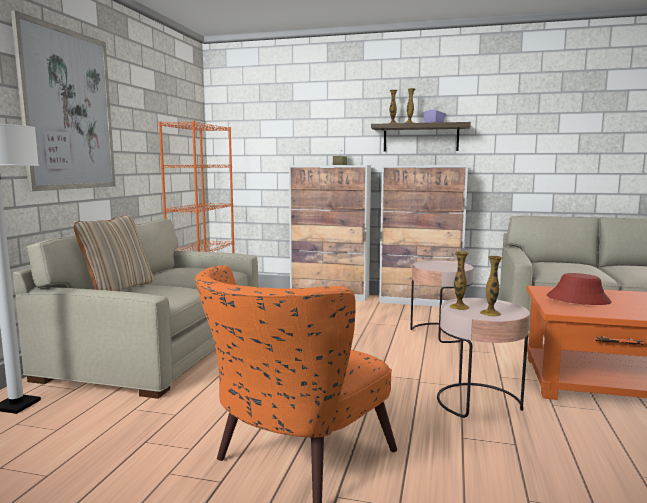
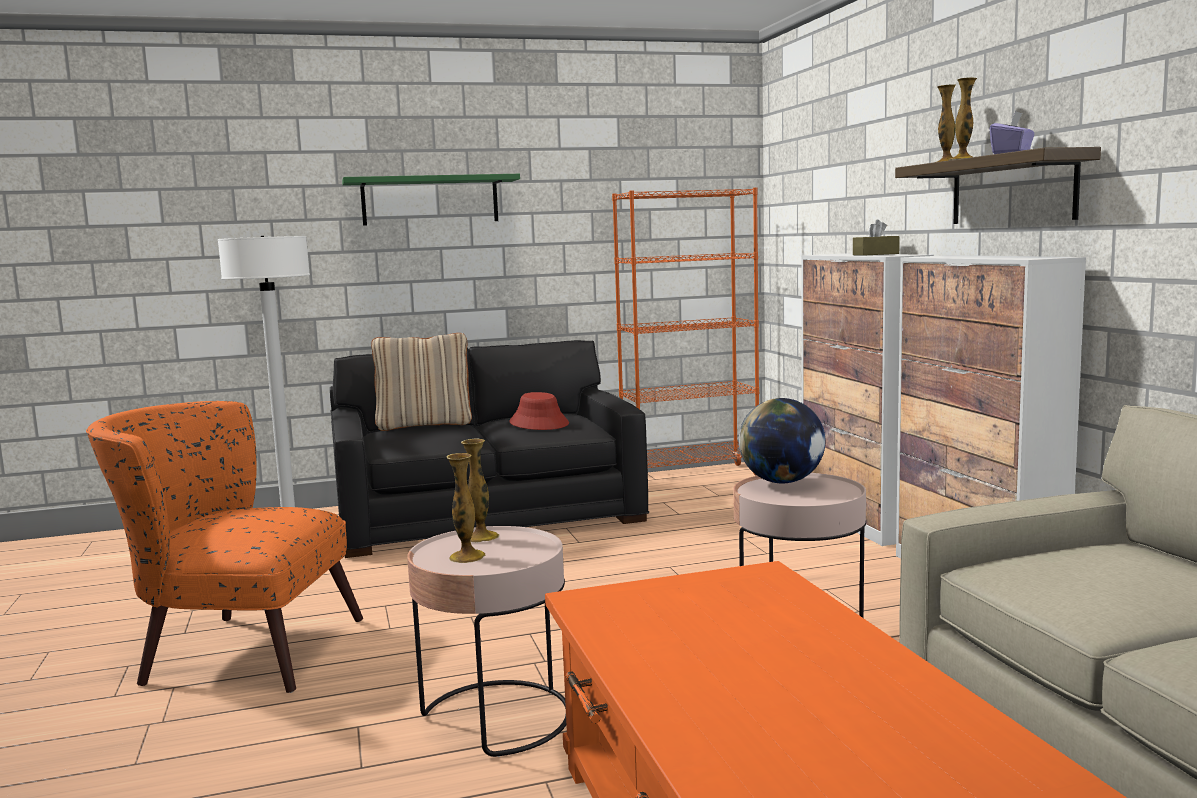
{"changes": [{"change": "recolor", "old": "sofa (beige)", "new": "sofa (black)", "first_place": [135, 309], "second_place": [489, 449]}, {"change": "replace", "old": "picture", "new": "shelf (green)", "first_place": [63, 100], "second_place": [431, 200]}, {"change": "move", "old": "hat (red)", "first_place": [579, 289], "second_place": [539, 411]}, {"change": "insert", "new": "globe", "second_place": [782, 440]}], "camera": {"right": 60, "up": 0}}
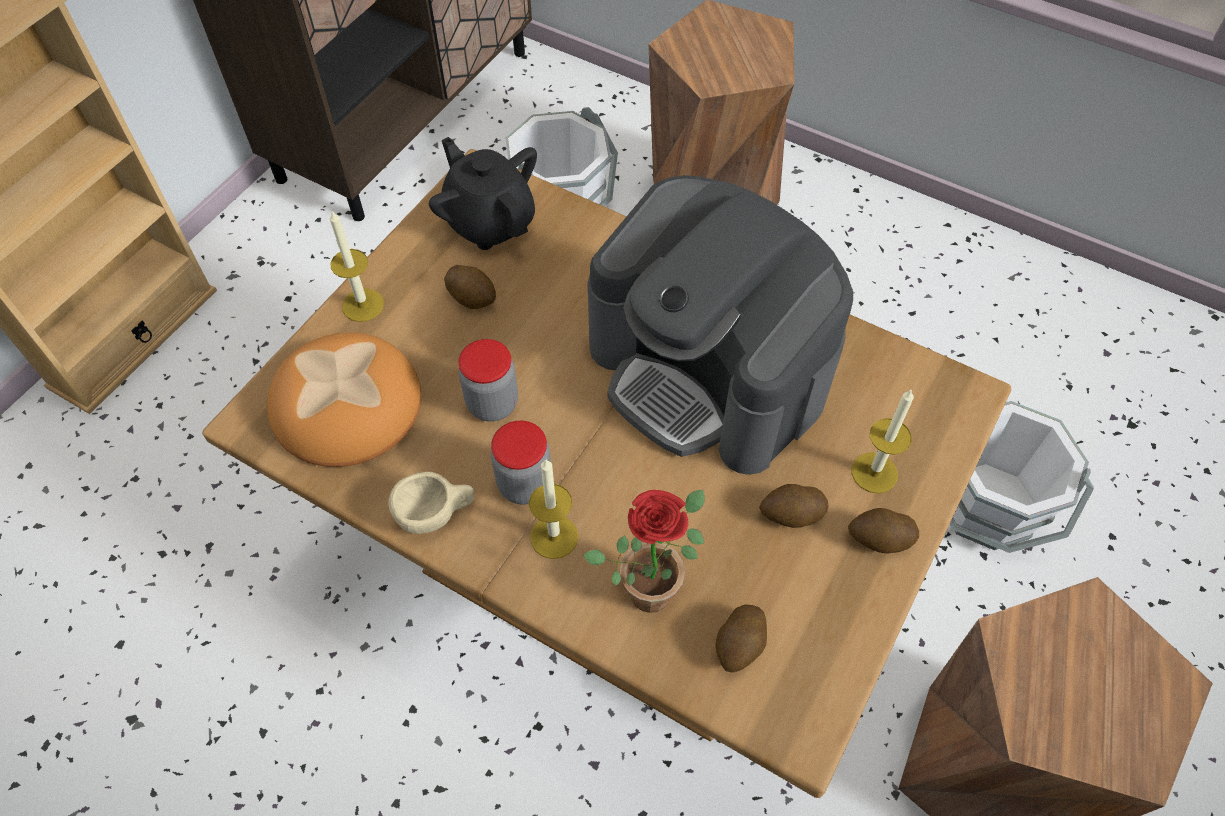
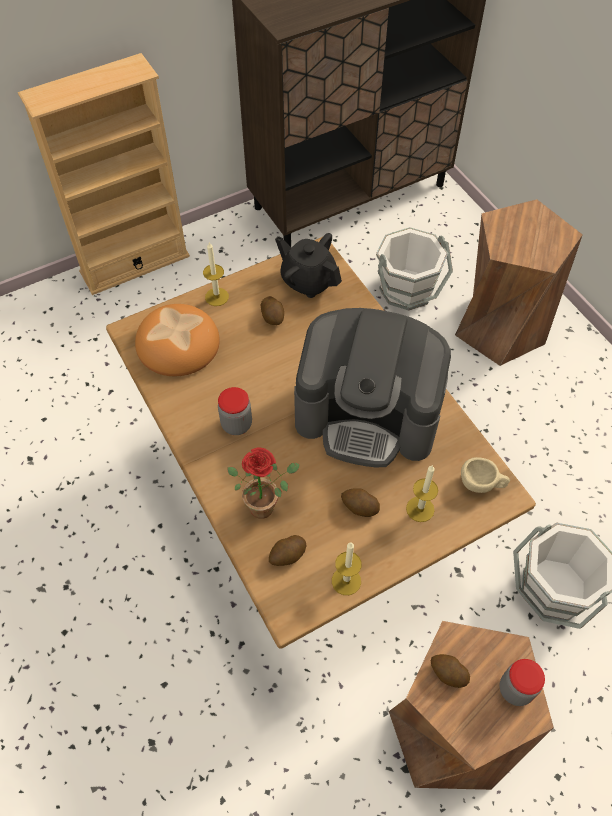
{"changes": [{"change": "rotate", "old": "teapot (black)", "first_place": [483, 193], "second_place": [308, 265], "degrees": -45}, {"change": "rotate", "old": "coffee machine", "first_place": [720, 325], "second_place": [372, 387], "degrees": -60}, {"change": "move", "old": "candle", "first_place": [553, 509], "second_place": [347, 569]}, {"change": "move", "old": "potato", "first_place": [883, 531], "second_place": [450, 671]}, {"change": "move", "old": "cup (beige)", "first_place": [431, 503], "second_place": [485, 475]}, {"change": "move", "old": "jar", "first_place": [488, 380], "second_place": [522, 682]}], "camera": {"right": 30, "up": 0}}
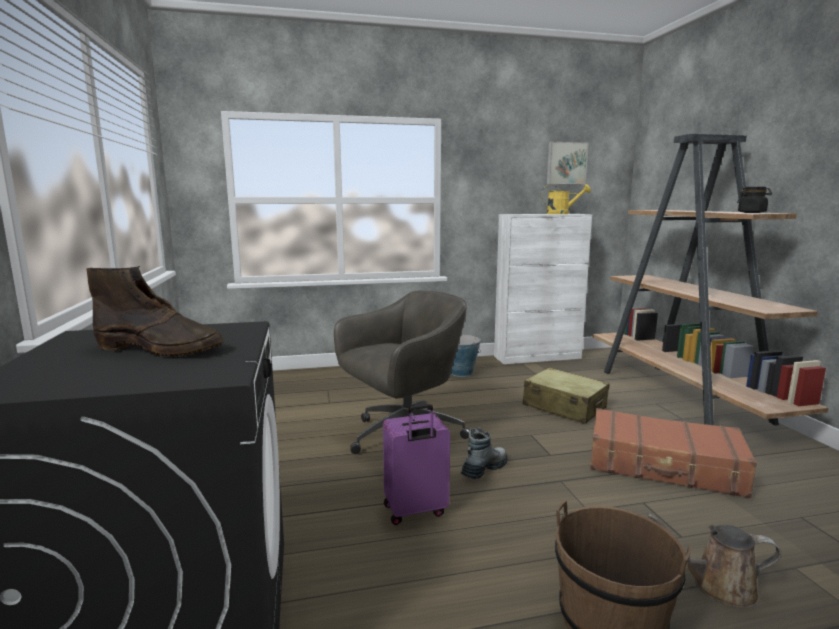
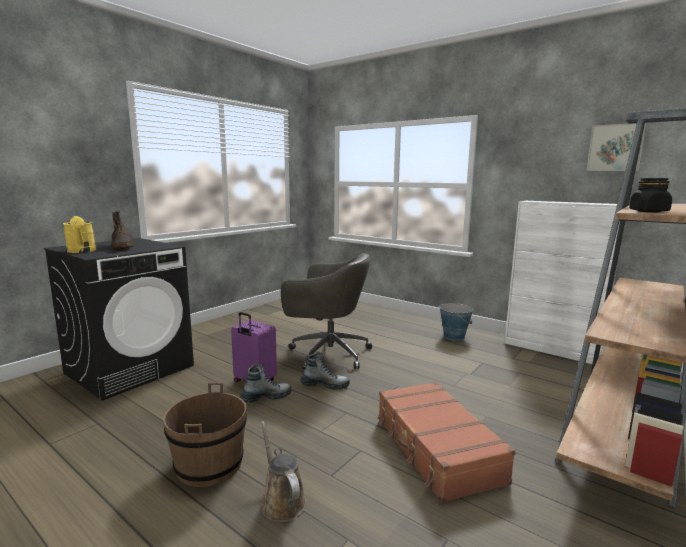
{"changes": [{"change": "move", "old": "watering can (yellow)", "first_place": [566, 199], "second_place": [79, 233]}, {"change": "insert", "new": "boot", "second_place": [266, 383]}, {"change": "delete", "old": "suitcase (beige)", "first_place": [566, 395]}], "camera": {"right": 50, "up": 0}}
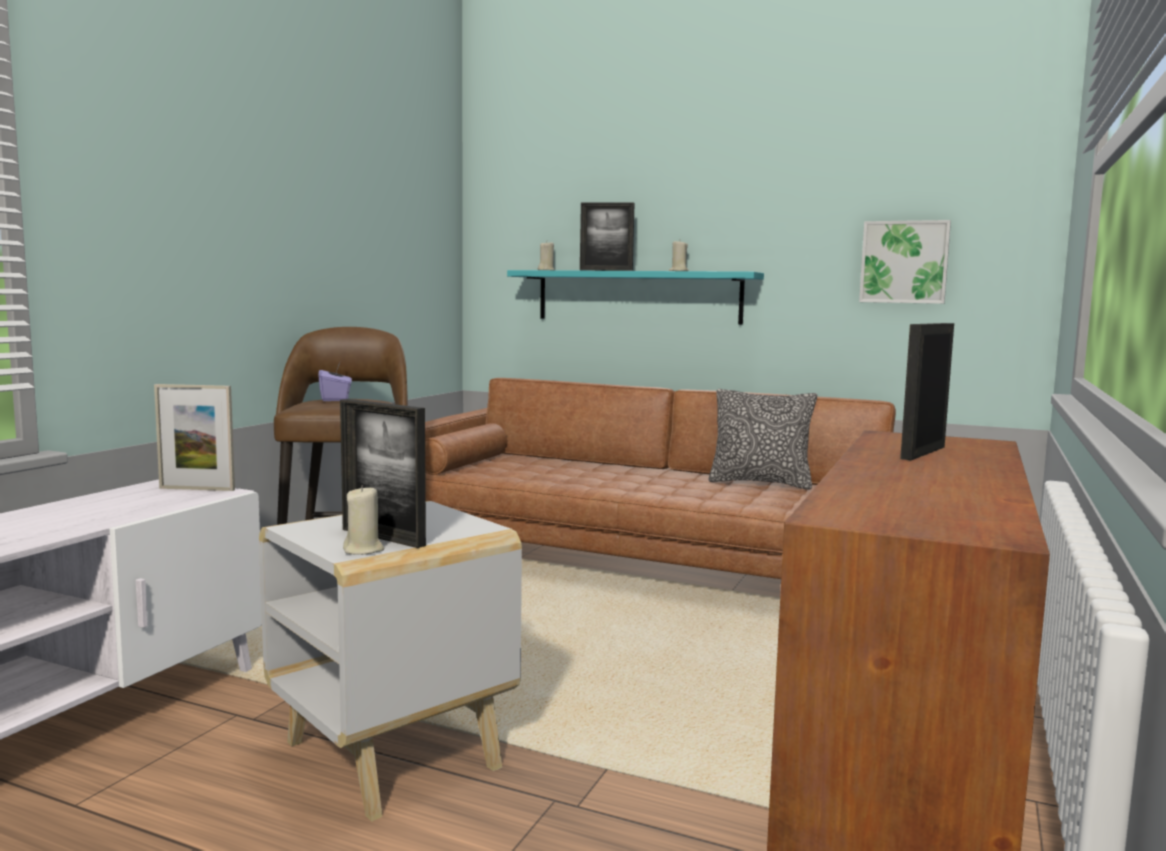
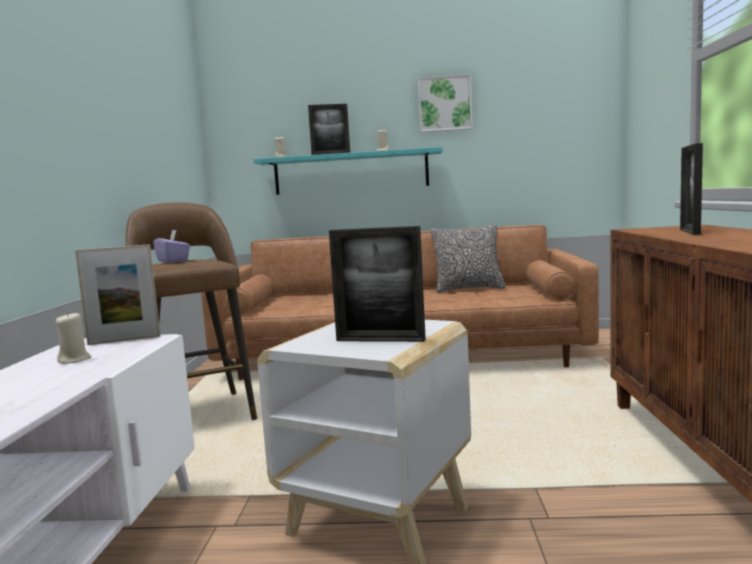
{"changes": [{"change": "move", "old": "candle (beige)", "first_place": [363, 520], "second_place": [73, 338]}, {"change": "move", "old": "picture", "first_place": [905, 262], "second_place": [445, 103]}], "camera": {"right": -20, "up": 0}}
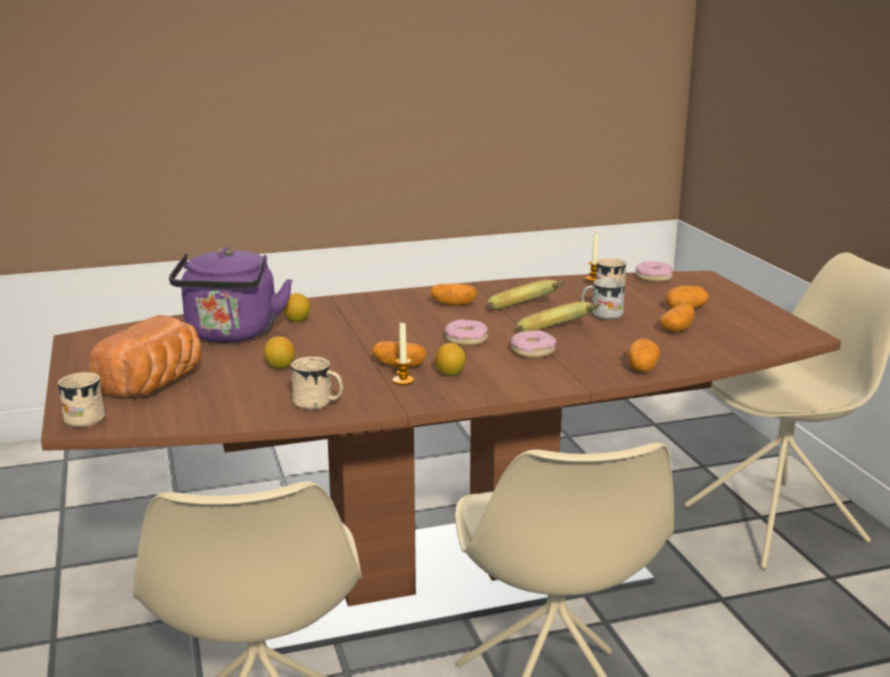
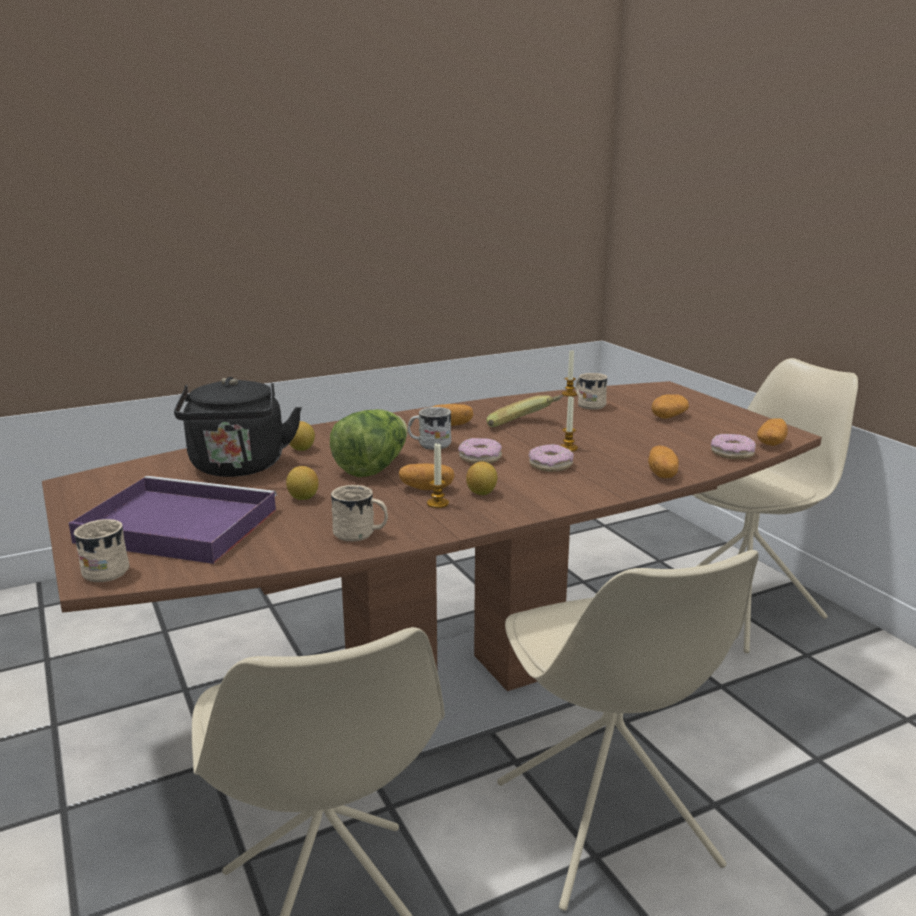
{"changes": [{"change": "replace", "old": "bread", "new": "tray (purple)", "first_place": [145, 356], "second_place": [173, 520]}, {"change": "recolor", "old": "kettle (purple)", "new": "kettle (black)", "first_place": [231, 295], "second_place": [238, 427]}, {"change": "insert", "new": "lettuce", "second_place": [369, 443]}, {"change": "move", "old": "mug (white)", "first_place": [603, 299], "second_place": [429, 428]}, {"change": "replace", "old": "banana", "new": "candle", "first_place": [559, 317], "second_place": [569, 423]}, {"change": "move", "old": "donut", "first_place": [654, 271], "second_place": [733, 446]}, {"change": "move", "old": "potato", "first_place": [677, 318], "second_place": [772, 432]}], "camera": {"right": -10, "up": 0}}
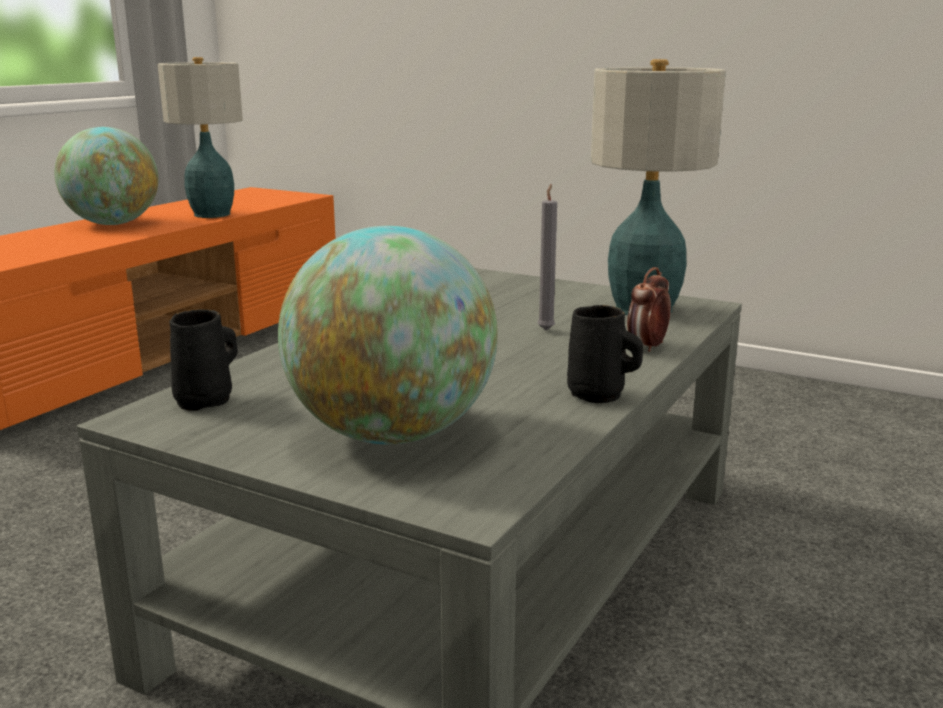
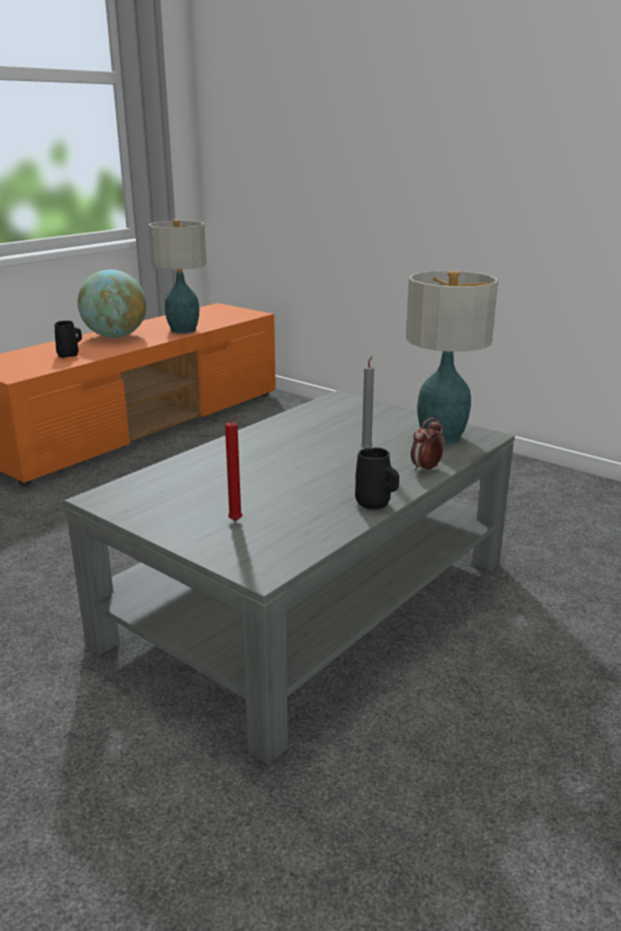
{"changes": [{"change": "move", "old": "mug (black)", "first_place": [203, 360], "second_place": [68, 339]}, {"change": "replace", "old": "globe", "new": "candle (red)", "first_place": [388, 335], "second_place": [234, 467]}], "camera": {"right": 10, "up": 5}}
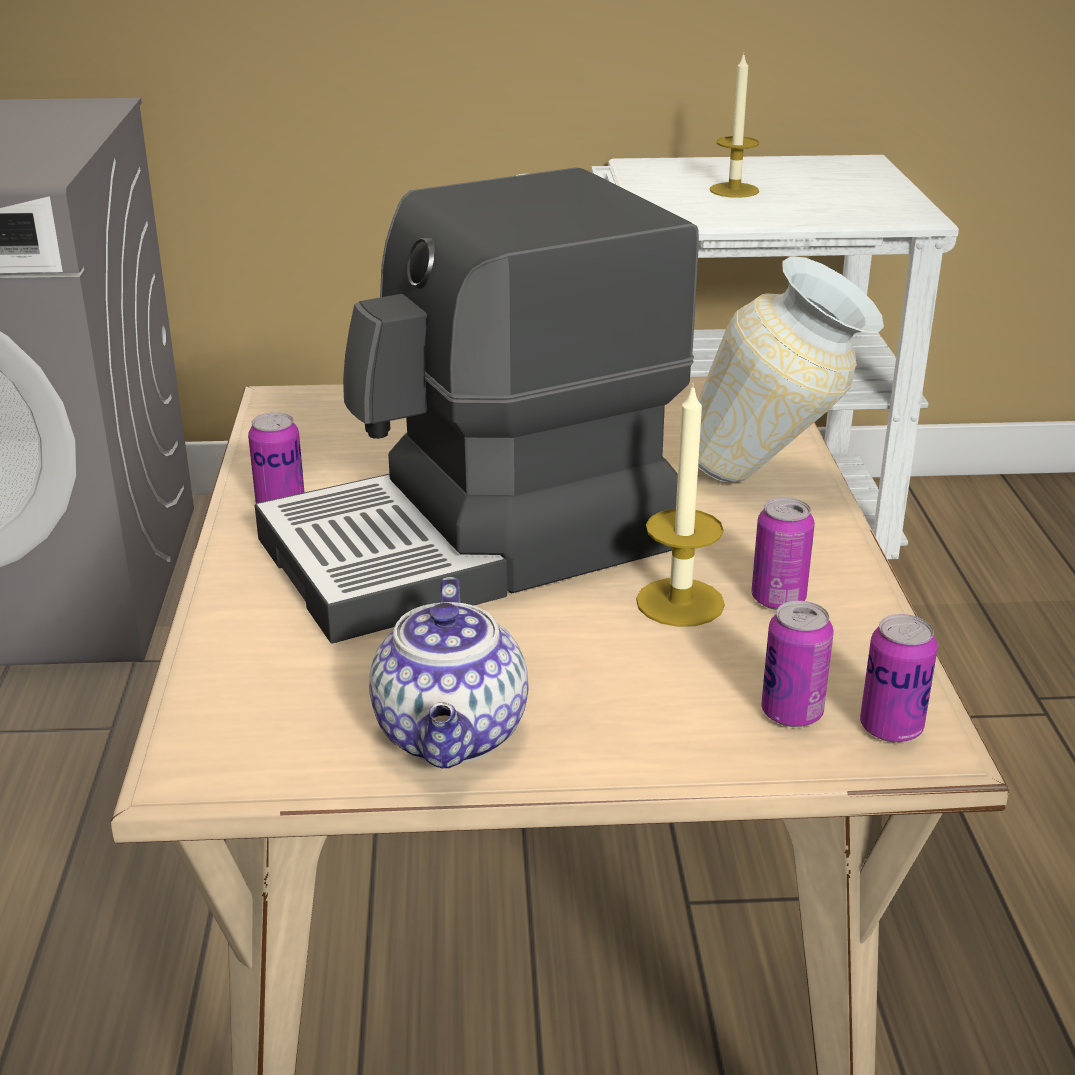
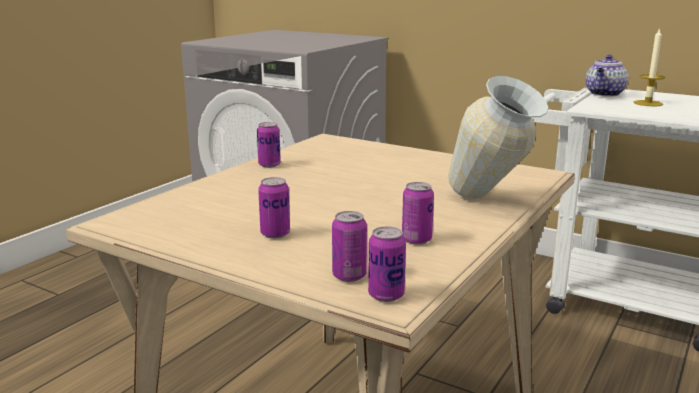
{"changes": [{"change": "insert", "new": "can", "second_place": [274, 208]}, {"change": "move", "old": "teapot", "first_place": [449, 672], "second_place": [606, 75]}, {"change": "delete", "old": "coffee machine", "first_place": [477, 405]}, {"change": "delete", "old": "candle", "first_place": [680, 505]}], "camera": {"right": 35, "up": -10}}
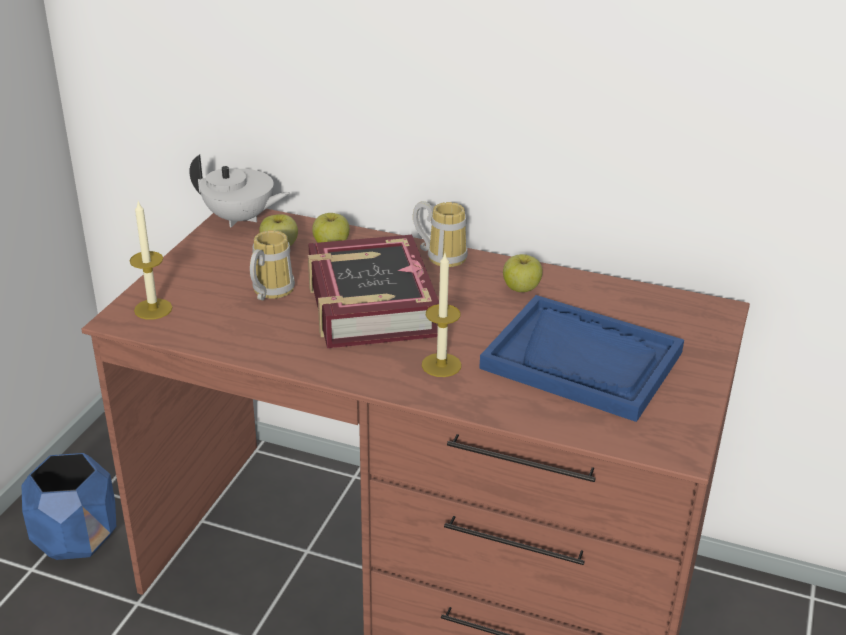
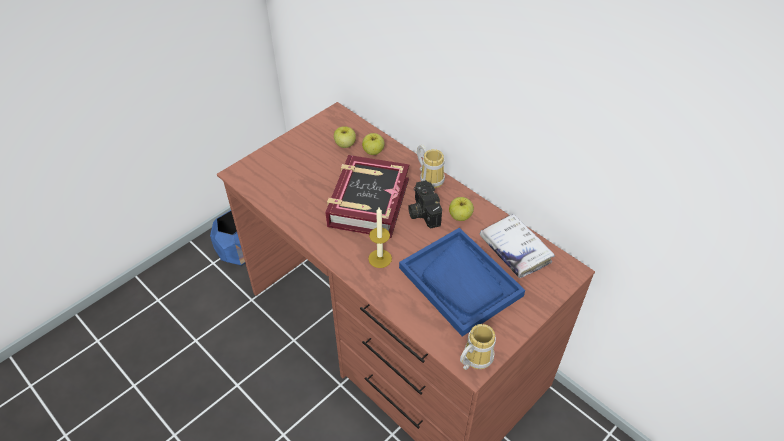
{"changes": [{"change": "insert", "new": "photo camera", "second_place": [425, 204]}, {"change": "move", "old": "mug", "first_place": [272, 265], "second_place": [478, 347]}, {"change": "insert", "new": "book (white)", "second_place": [517, 246]}, {"change": "delete", "old": "candle", "first_place": [151, 260]}, {"change": "delete", "old": "teapot (white)", "first_place": [239, 190]}], "camera": {"right": 25, "up": 15}}
